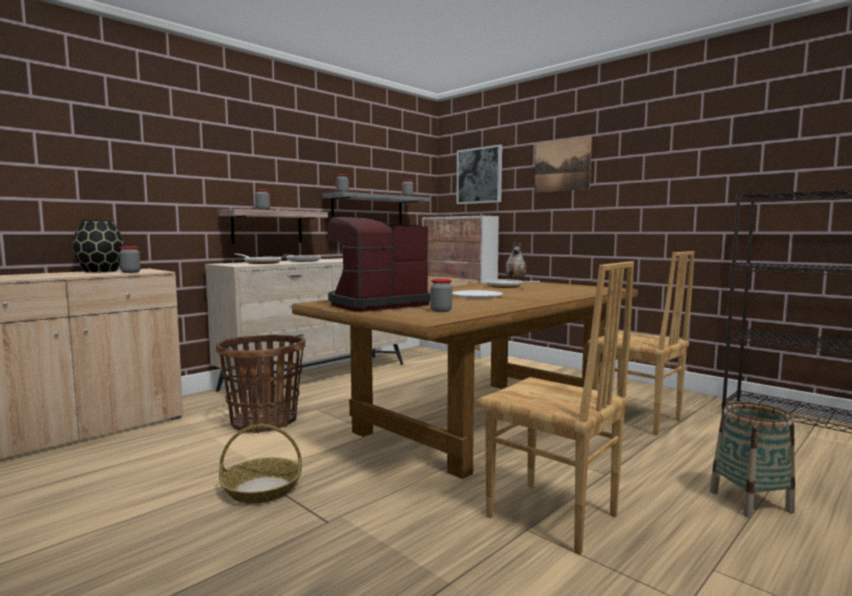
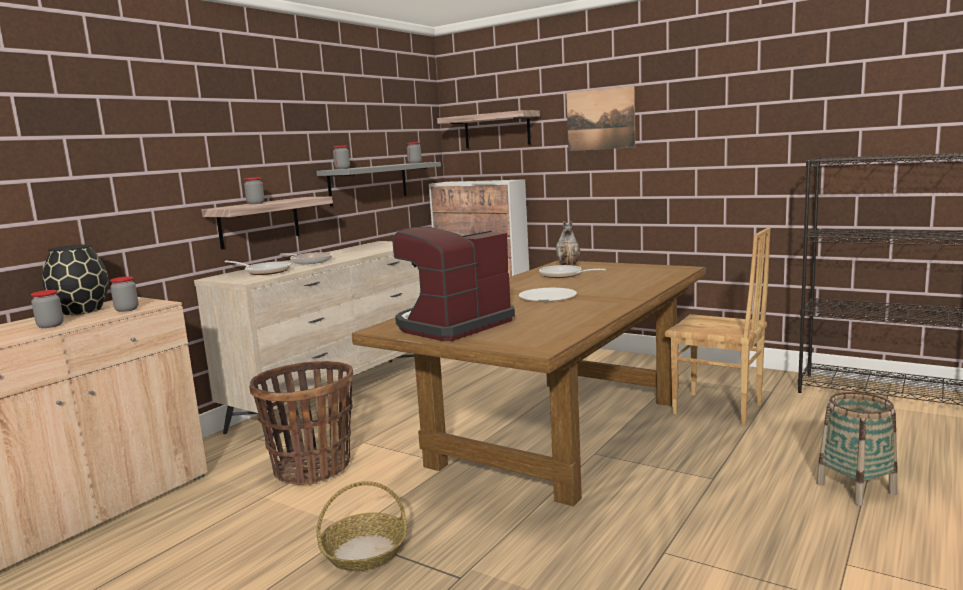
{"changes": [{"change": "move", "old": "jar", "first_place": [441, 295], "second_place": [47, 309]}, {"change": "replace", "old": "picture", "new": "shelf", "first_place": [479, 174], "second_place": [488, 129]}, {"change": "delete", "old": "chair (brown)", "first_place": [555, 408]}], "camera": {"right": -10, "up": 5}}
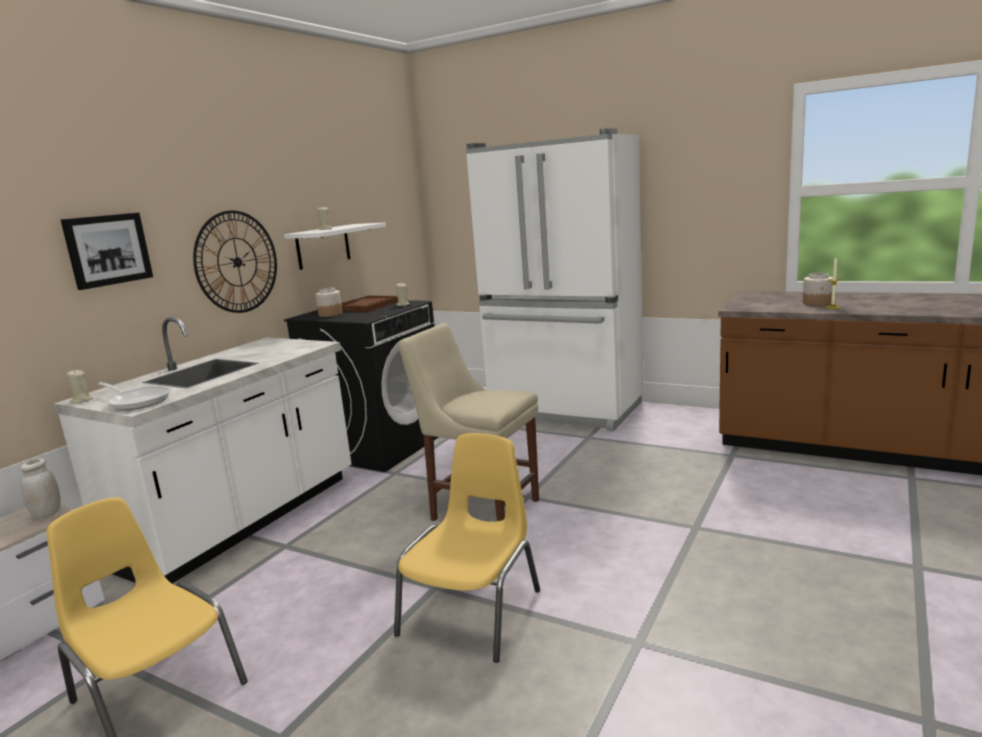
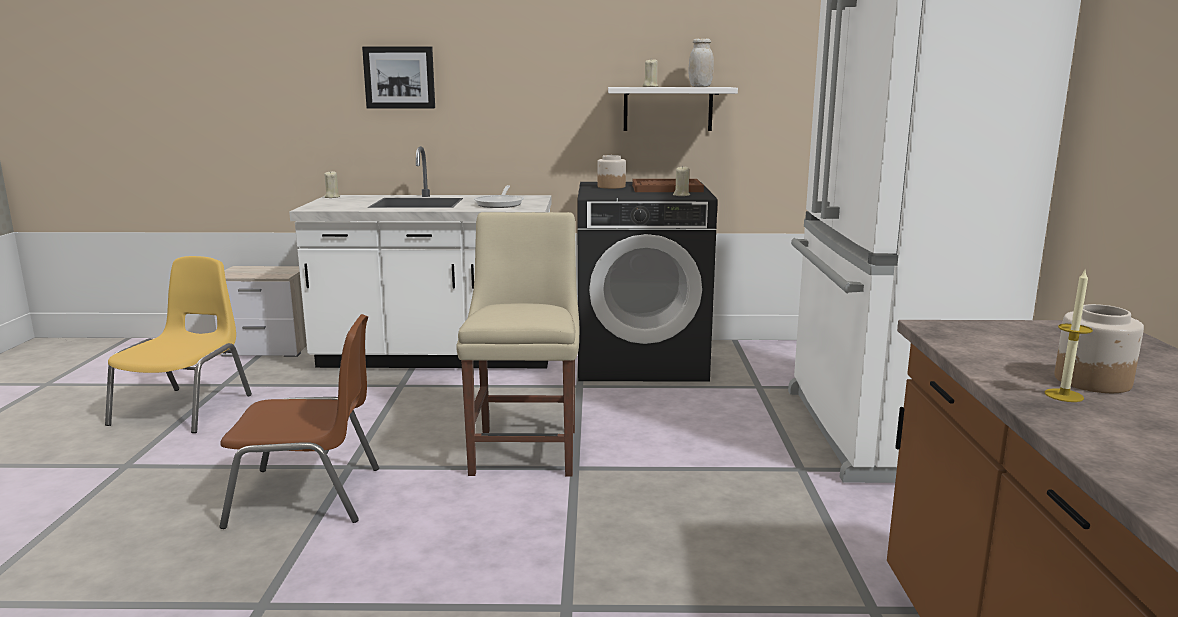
{"changes": [{"change": "recolor", "old": "chair (yellow)", "new": "chair (brown)", "first_place": [467, 548], "second_place": [299, 421]}, {"change": "move", "old": "frying pan", "first_place": [134, 396], "second_place": [499, 196]}, {"change": "move", "old": "jar (white)", "first_place": [40, 488], "second_place": [701, 62]}, {"change": "delete", "old": "wall clock", "first_place": [235, 261]}], "camera": {"right": 60, "up": 0}}
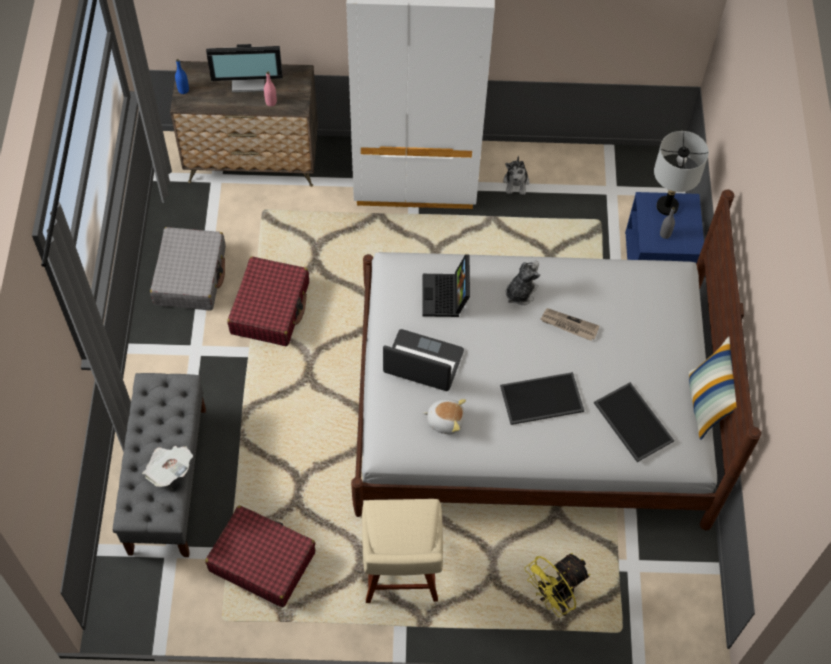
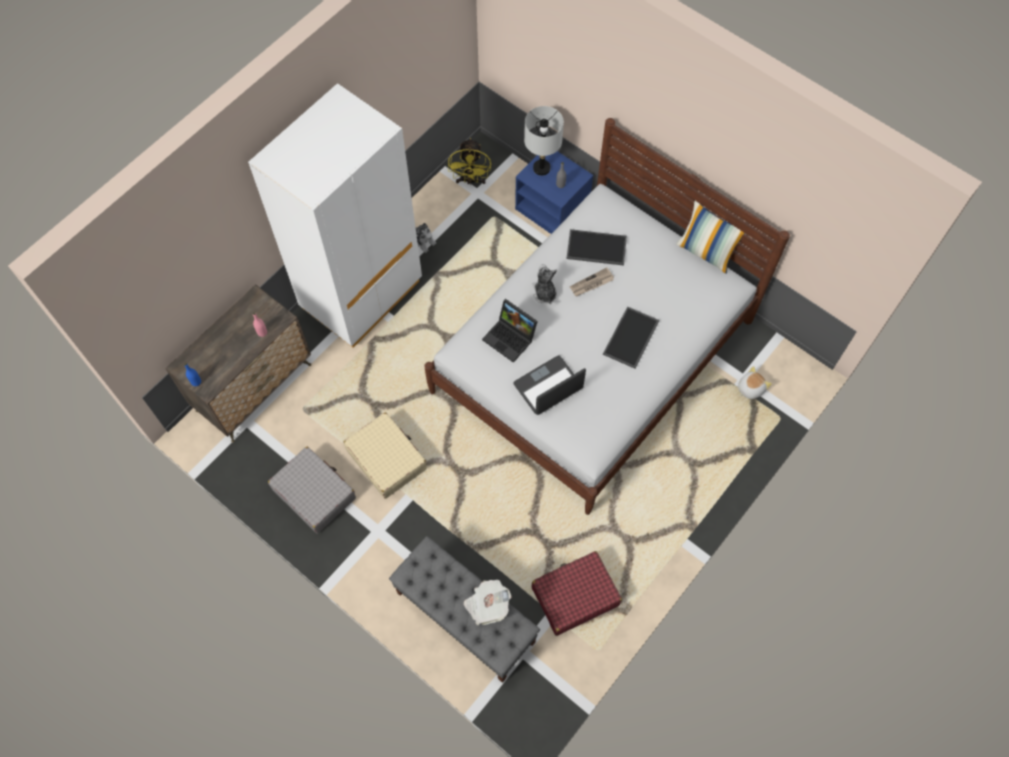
{"changes": [{"change": "recolor", "old": "suitcase (red)", "new": "suitcase (beige)", "first_place": [268, 301], "second_place": [385, 455]}, {"change": "move", "old": "fan (yellow)", "first_place": [557, 585], "second_place": [469, 161]}, {"change": "move", "old": "tray", "first_place": [634, 422], "second_place": [596, 247]}, {"change": "move", "old": "plush toy", "first_place": [444, 416], "second_place": [755, 382]}, {"change": "delete", "old": "monitor", "first_place": [244, 68]}, {"change": "delete", "old": "chair (beige)", "first_place": [402, 551]}], "camera": {"right": -50, "up": 5}}
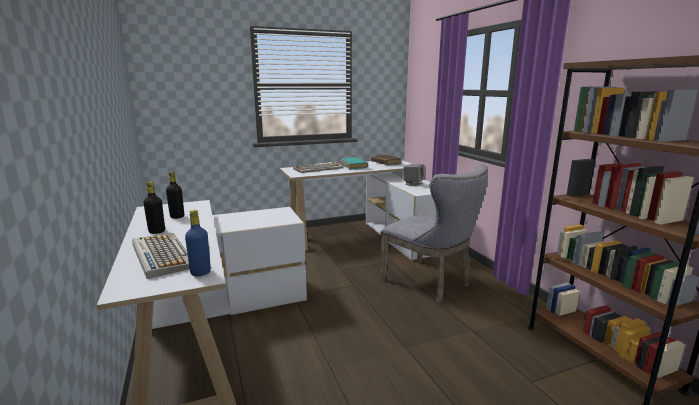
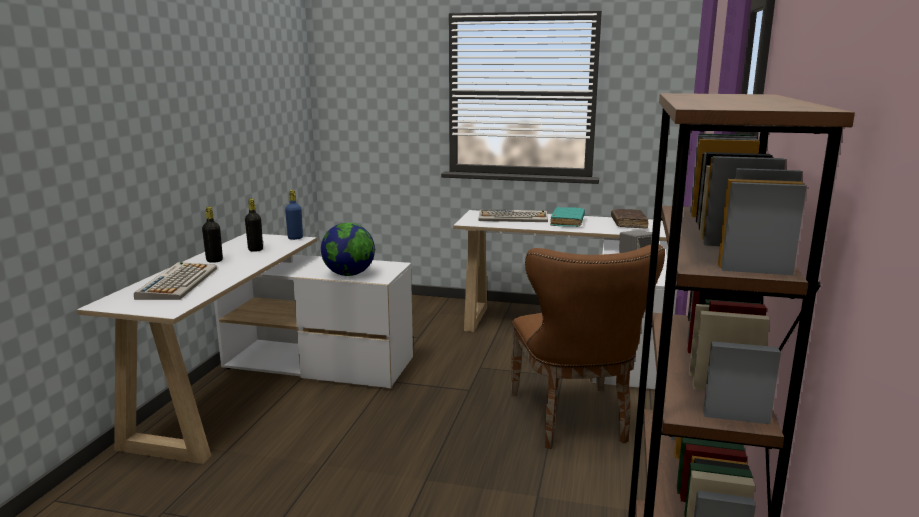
{"changes": [{"change": "move", "old": "bottle (blue)", "first_place": [198, 243], "second_place": [294, 215]}, {"change": "insert", "new": "globe", "second_place": [348, 249]}, {"change": "recolor", "old": "chair (grey)", "new": "chair (brown)", "first_place": [434, 233], "second_place": [587, 346]}], "camera": {"right": 35, "up": 0}}
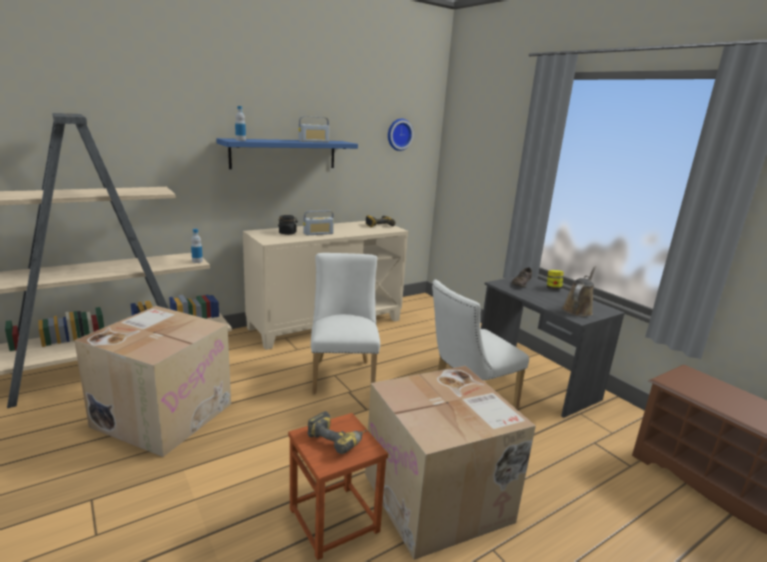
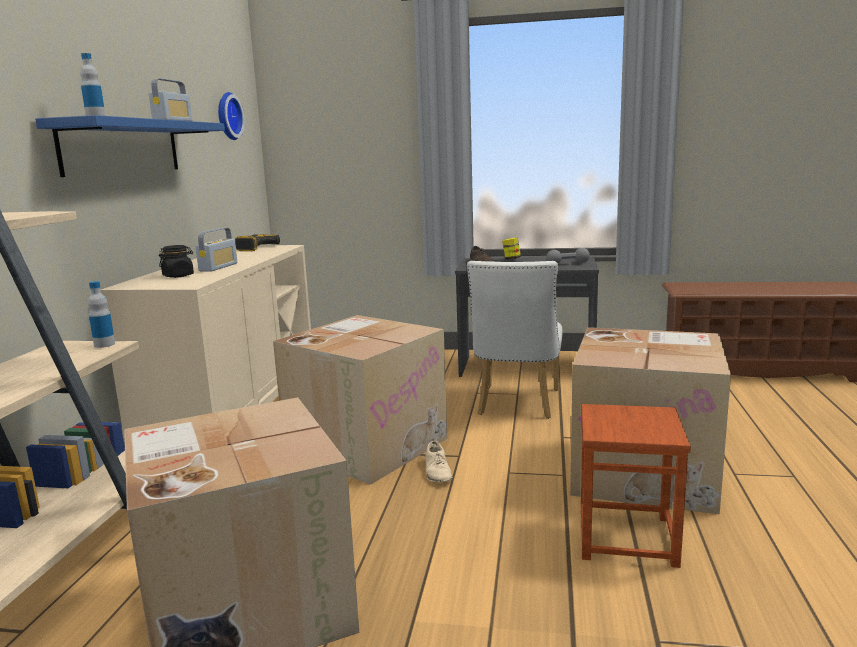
{"changes": [{"change": "replace", "old": "chair (white)", "new": "cardboard box", "first_place": [345, 323], "second_place": [360, 400]}, {"change": "insert", "new": "shoe (beige)", "second_place": [439, 461]}, {"change": "replace", "old": "watering can (brown)", "new": "dumbbell (grey)", "first_place": [579, 291], "second_place": [568, 256]}, {"change": "delete", "old": "power drill", "first_place": [336, 432]}], "camera": {"right": -45, "up": -5}}
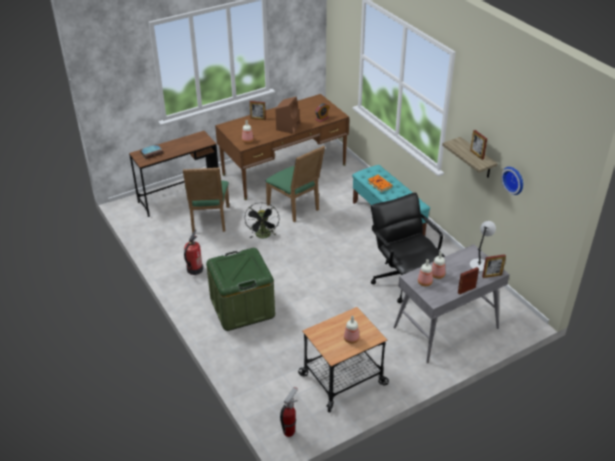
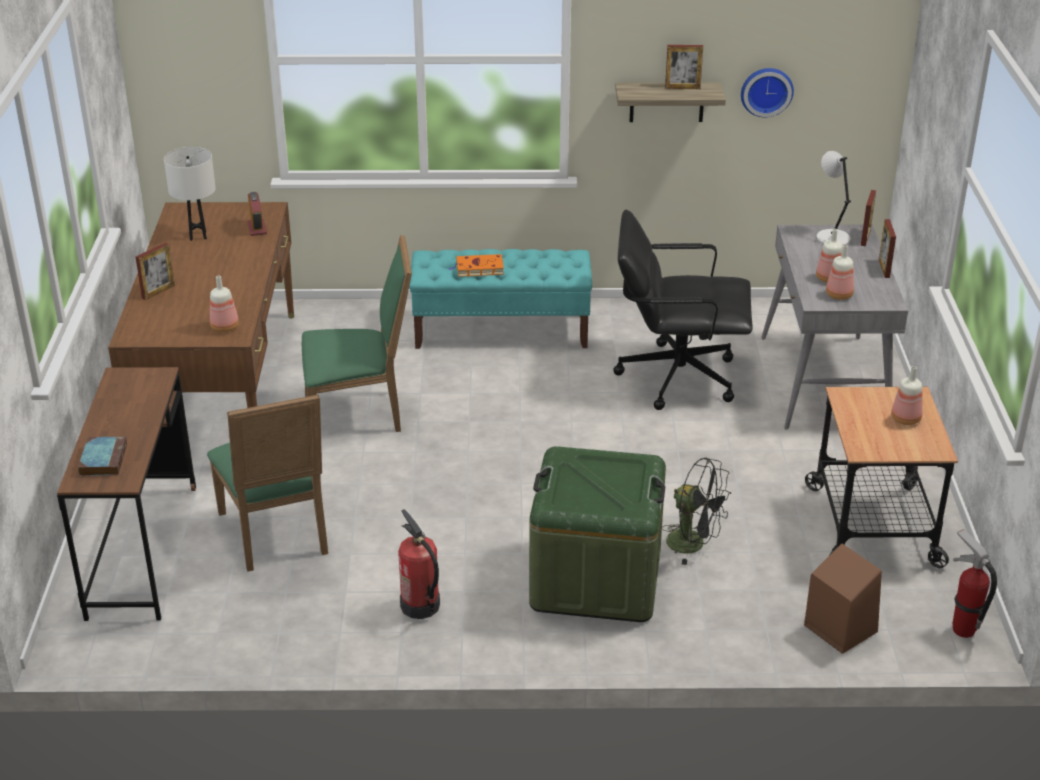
{"changes": [{"change": "insert", "new": "table lamp (white)", "second_place": [190, 194]}, {"change": "rotate", "old": "chair (green)", "first_place": [206, 200], "second_place": [267, 483], "degrees": 45}, {"change": "move", "old": "fan (black)", "first_place": [262, 220], "second_place": [696, 511]}, {"change": "move", "old": "speaker (brown)", "first_place": [288, 115], "second_place": [843, 599]}], "camera": {"right": -60, "up": -5}}
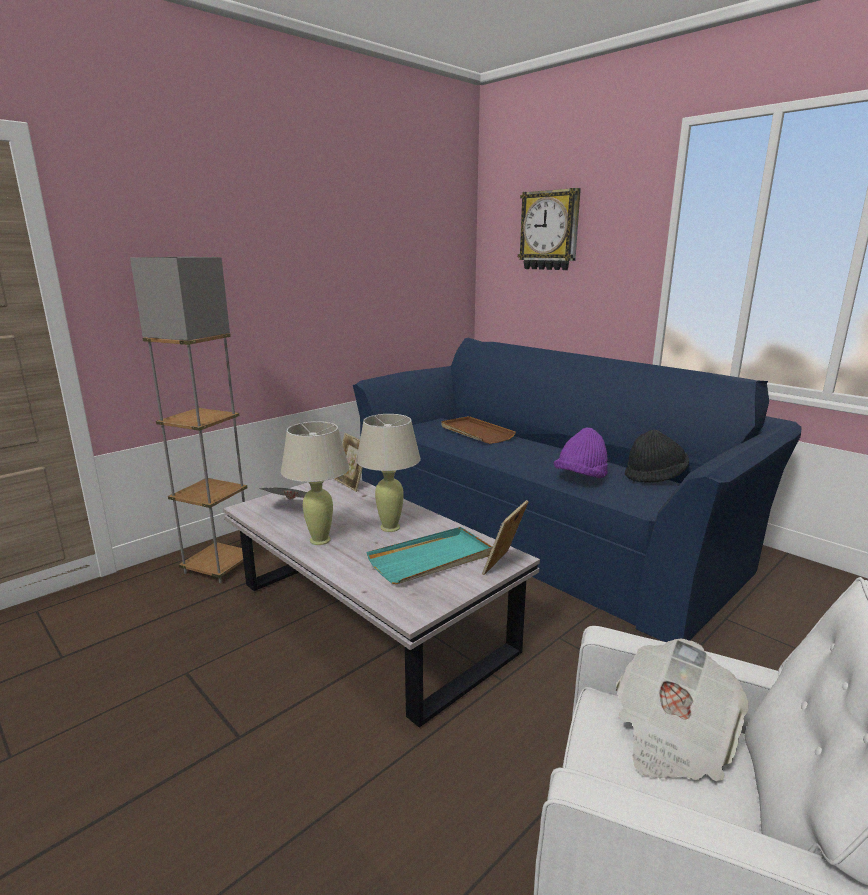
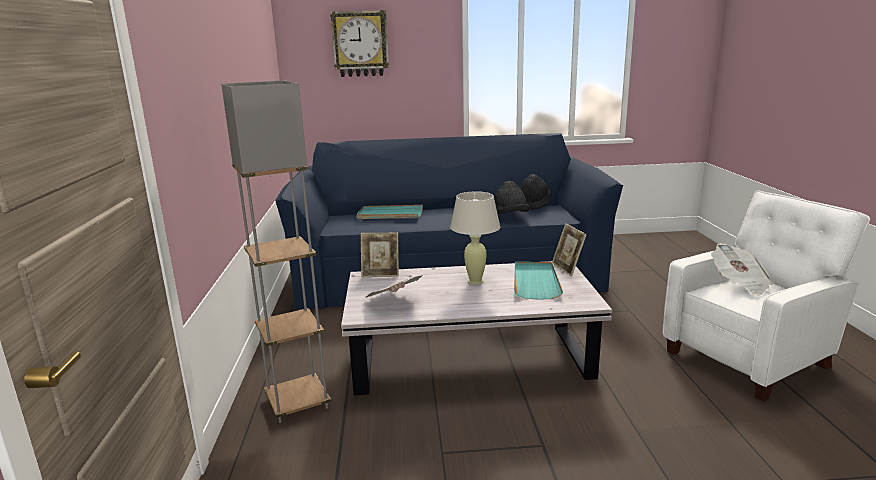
{"changes": [{"change": "recolor", "old": "tray (brown)", "new": "tray (turquoise)", "first_place": [479, 430], "second_place": [390, 212]}, {"change": "recolor", "old": "hat (purple)", "new": "hat (black)", "first_place": [581, 453], "second_place": [512, 197]}, {"change": "delete", "old": "table lamp (beige)", "first_place": [315, 483]}], "camera": {"right": -50, "up": 0}}
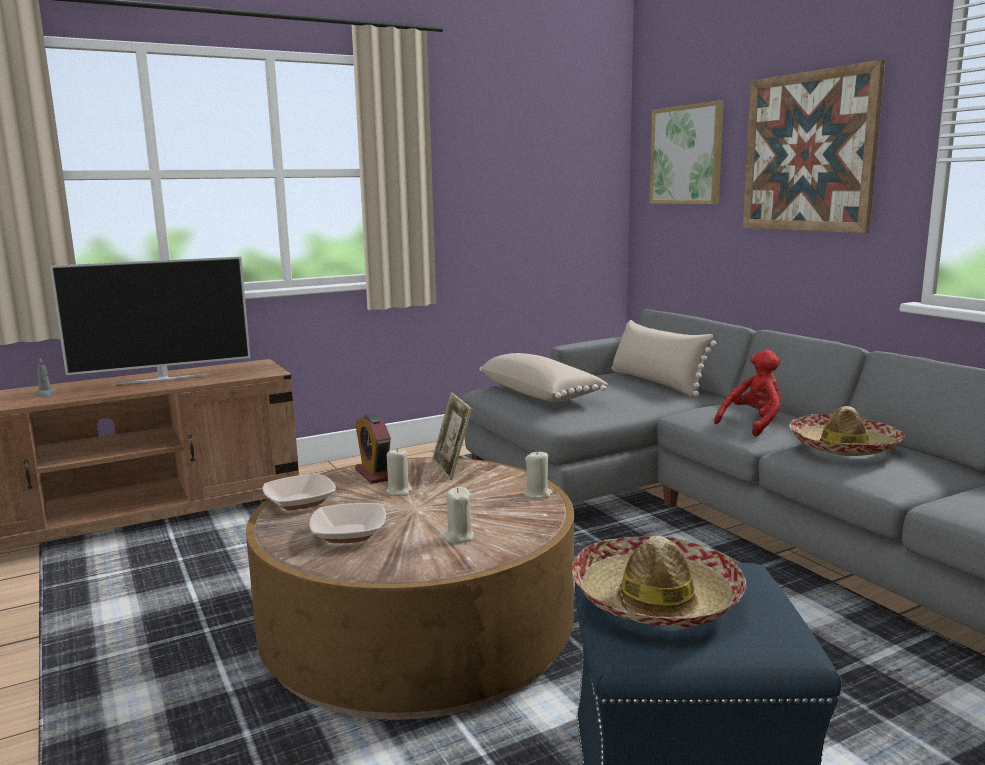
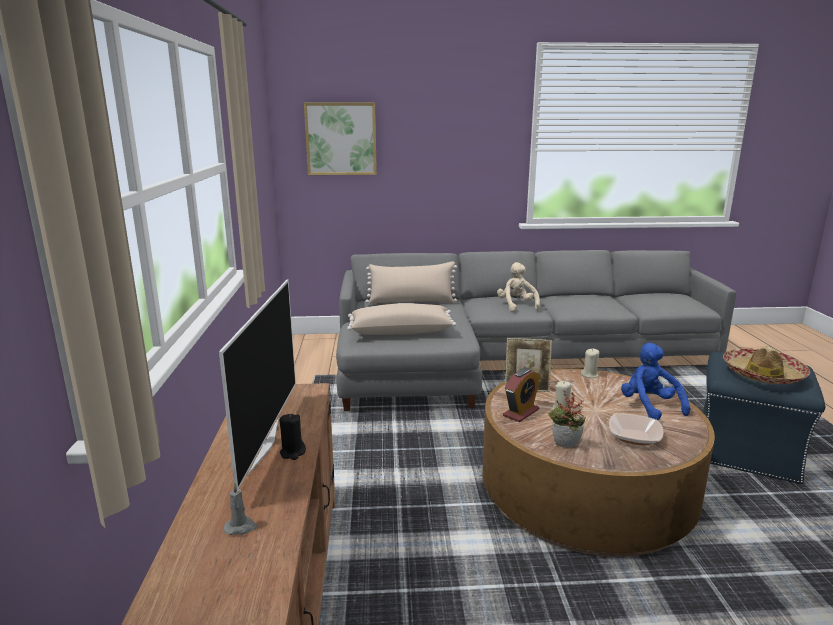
{"changes": [{"change": "insert", "new": "candle (black)", "second_place": [292, 437]}, {"change": "recolor", "old": "plush toy (red)", "new": "plush toy (beige)", "first_place": [747, 392], "second_place": [518, 287]}, {"change": "rotate", "old": "alarm clock", "first_place": [373, 449], "second_place": [522, 395], "degrees": -45}, {"change": "replace", "old": "bowl", "new": "potted plant", "first_place": [299, 491], "second_place": [567, 419]}, {"change": "replace", "old": "candle (beige)", "new": "plush toy (blue)", "first_place": [459, 515], "second_place": [656, 381]}, {"change": "delete", "old": "picture", "first_place": [814, 146]}, {"change": "delete", "old": "hat", "first_place": [847, 431]}], "camera": {"right": -65, "up": 5}}
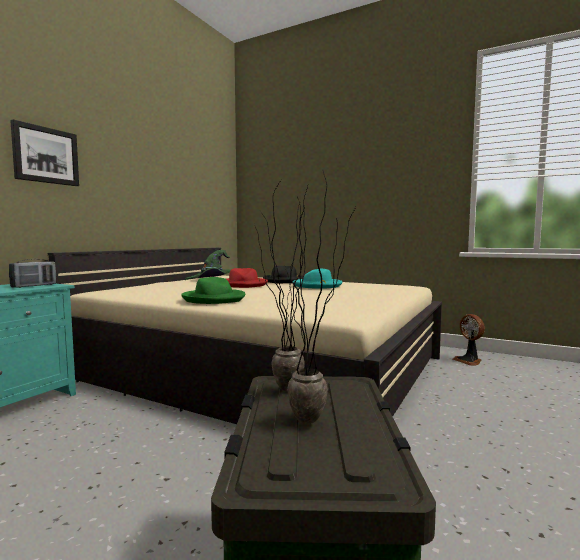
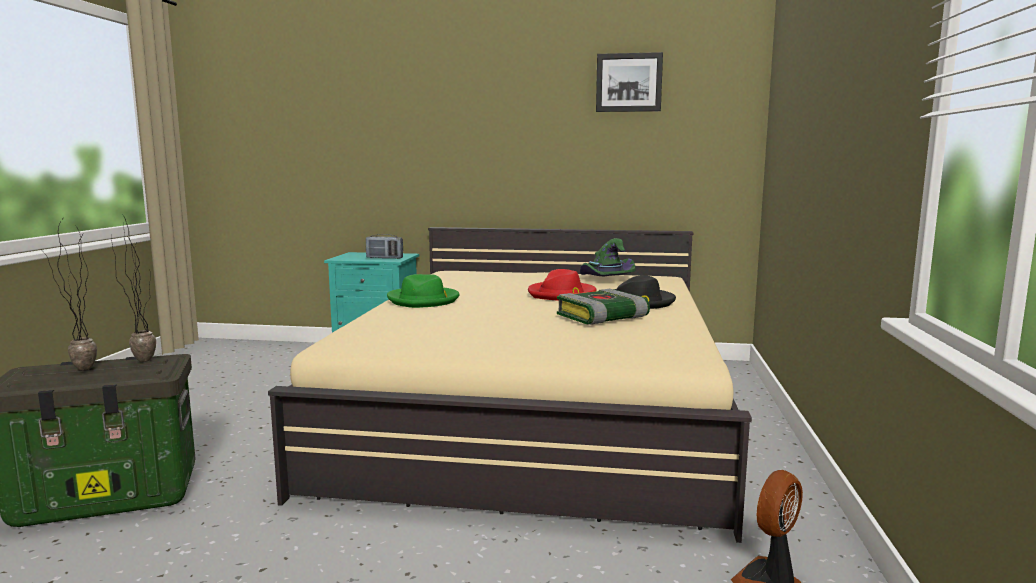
{"changes": [{"change": "replace", "old": "hat (turquoise)", "new": "book", "first_place": [317, 279], "second_place": [603, 307]}, {"change": "move", "old": "picture", "first_place": [44, 152], "second_place": [629, 82]}], "camera": {"right": 70, "up": 5}}
